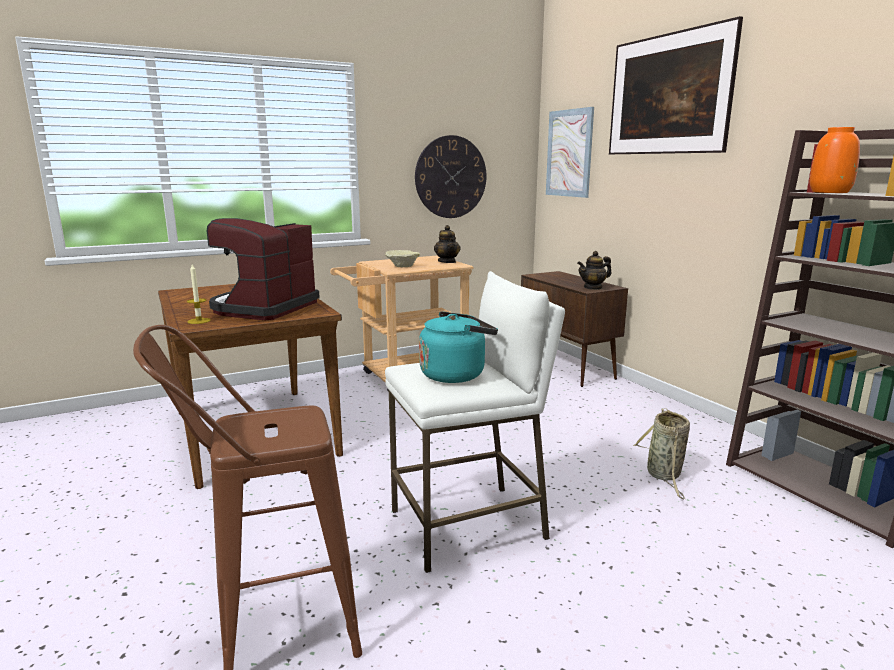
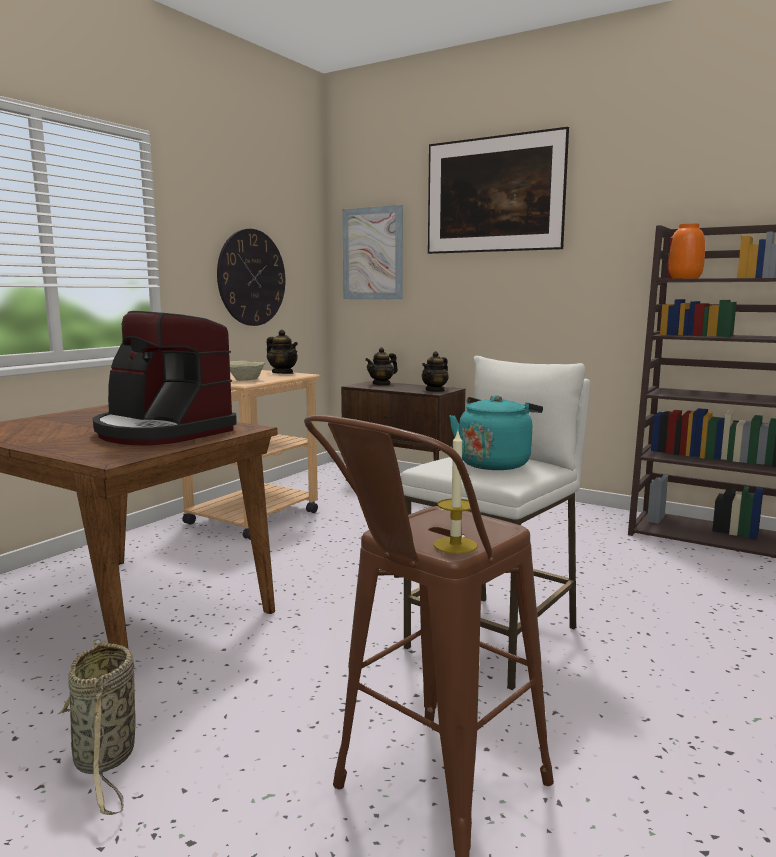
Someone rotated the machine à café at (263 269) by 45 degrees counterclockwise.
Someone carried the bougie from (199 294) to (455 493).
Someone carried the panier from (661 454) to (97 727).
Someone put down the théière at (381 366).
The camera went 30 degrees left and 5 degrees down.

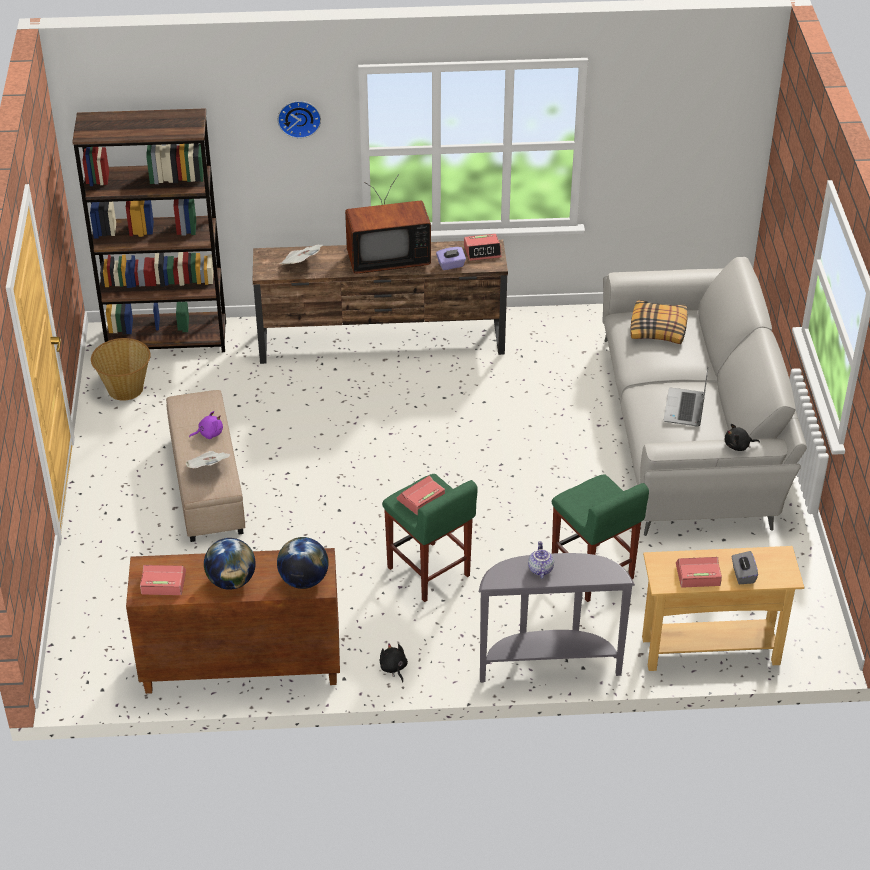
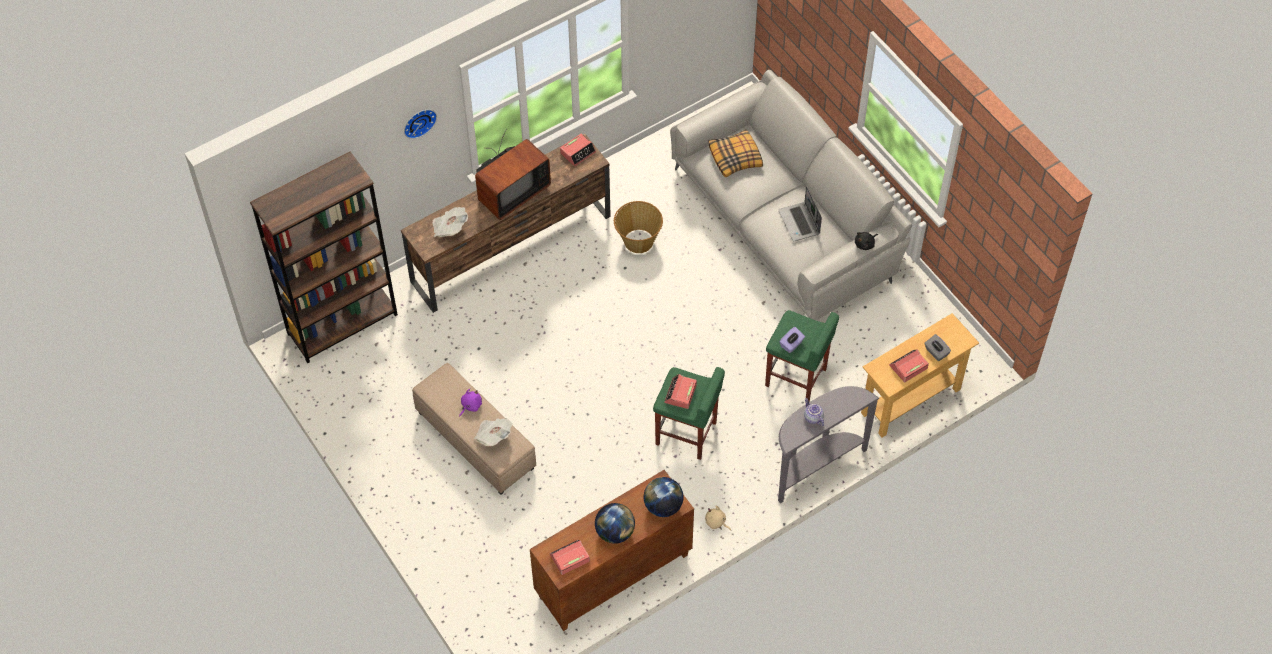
Someone carried the boîte à mouchoirs/violet from (451 258) to (792 340).
Someone carried the panier from (121 369) to (638 227).
Someone repainted the peluche/noir at (394 662), which became the peluche/beige at (718 518).
The camera went 30 degrees left and 15 degrees up.

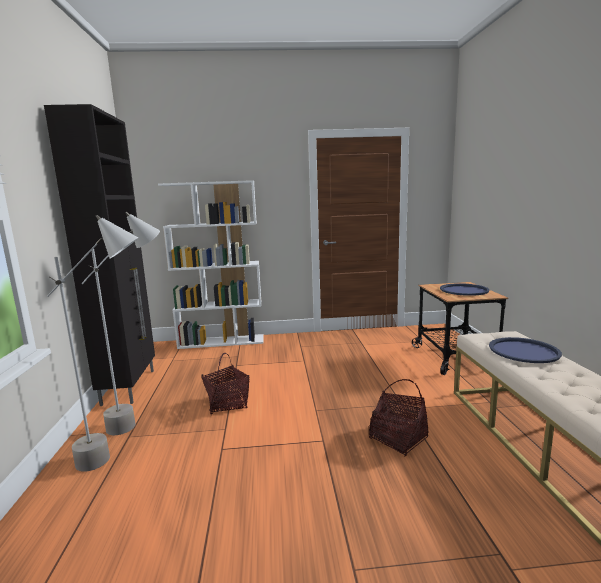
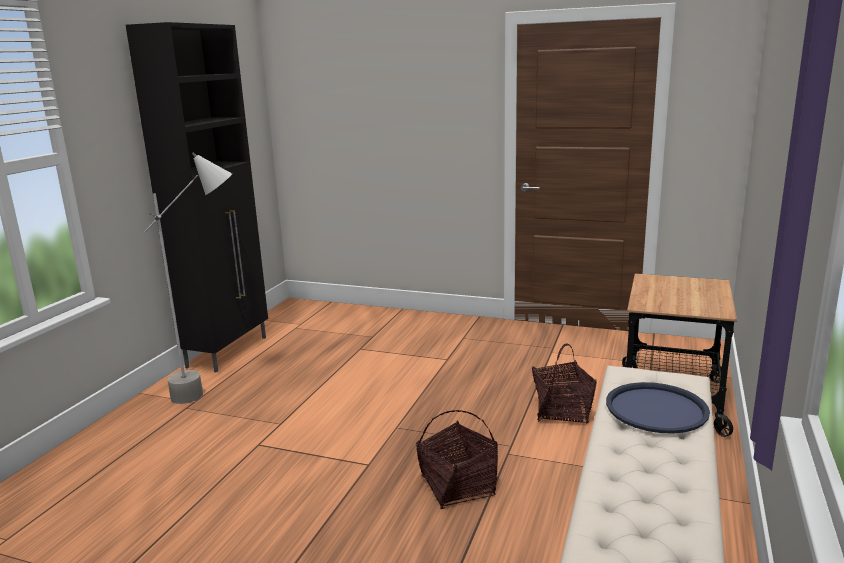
Someone took away the bibliothèque/blanc at (211 264).
Someone took away the lampadaire/gris at (92 343).
Someone took away the plateau/bleu at (464 289).
Someone carried the panier from (225 384) to (564 383).
The camera went 25 degrees right and 5 degrees up.

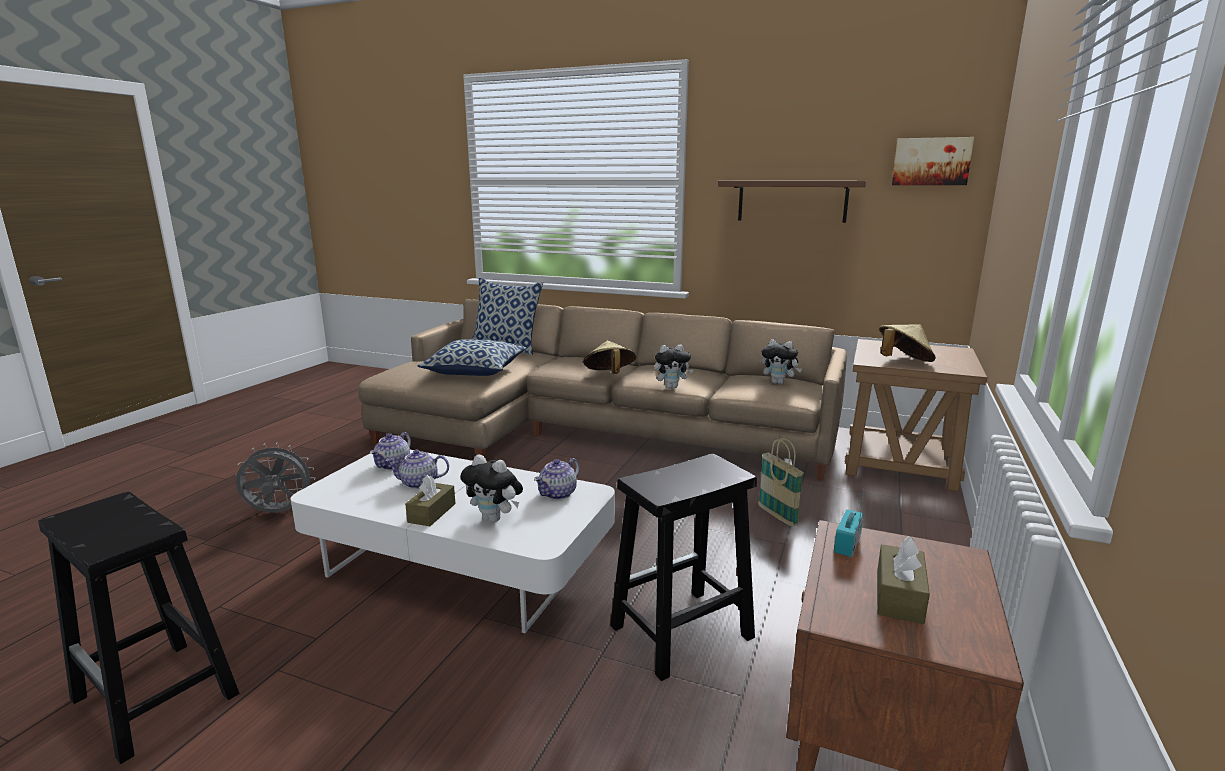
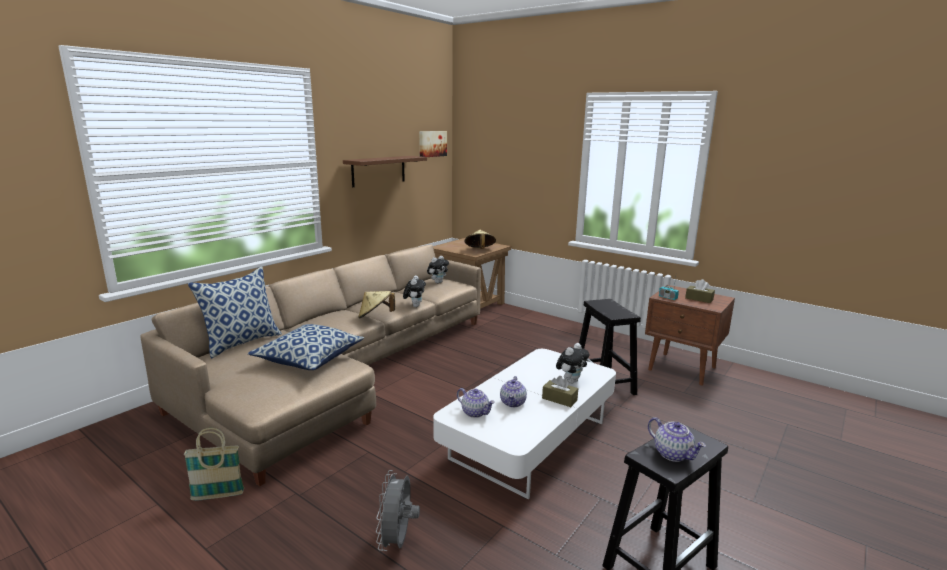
Someone carried the panier from (781 482) to (214 464).
Someone carried the théière from (557 479) to (677 439).
The camera went 75 degrees left and 0 degrees up.

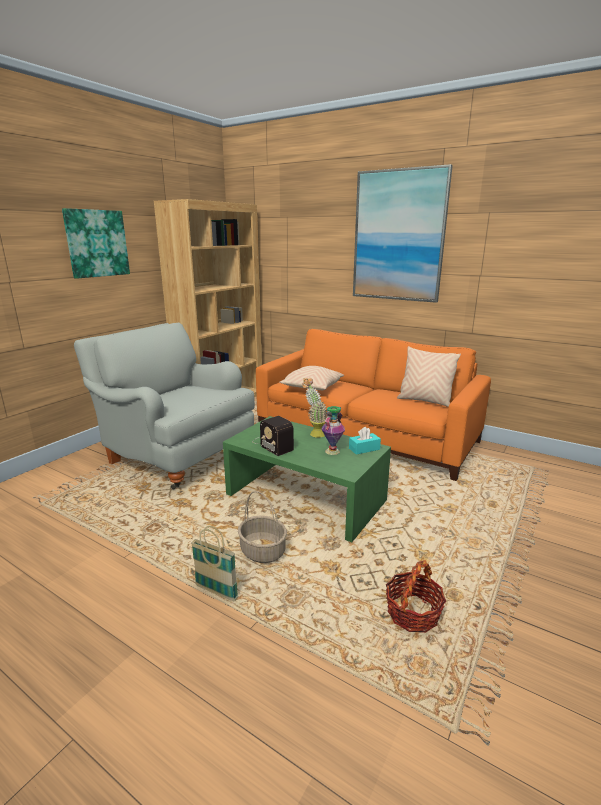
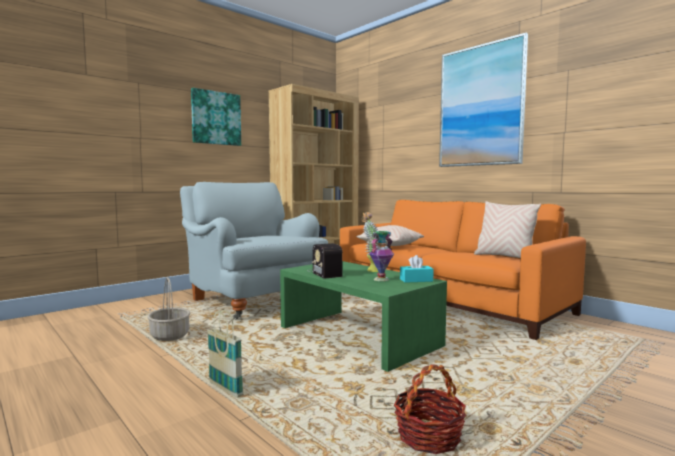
Someone carried the panier from (262 527) to (169 309).
The camera went 15 degrees right and 15 degrees down.

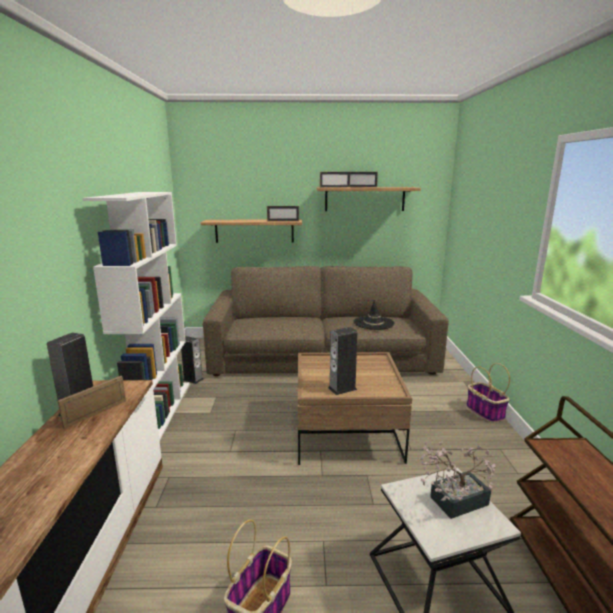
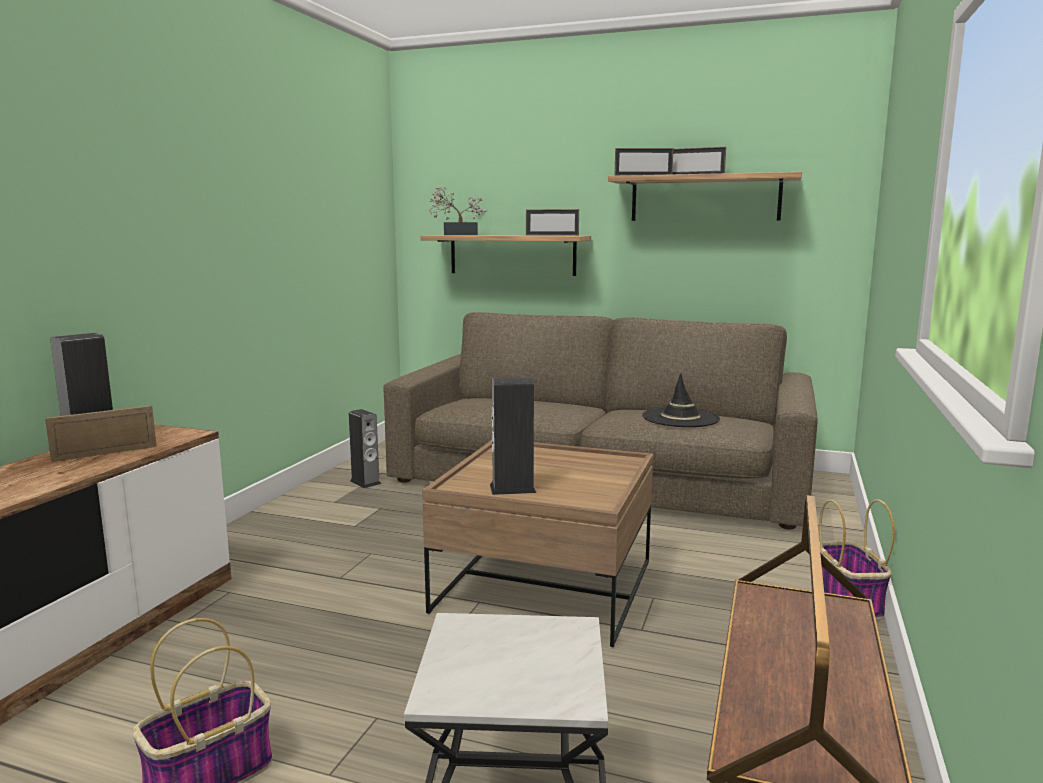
Someone took away the bibliothèque/blanc at (135 316).
Someone carried the plante en pot from (457 480) to (458 210).
The camera went 20 degrees right and 5 degrees down.

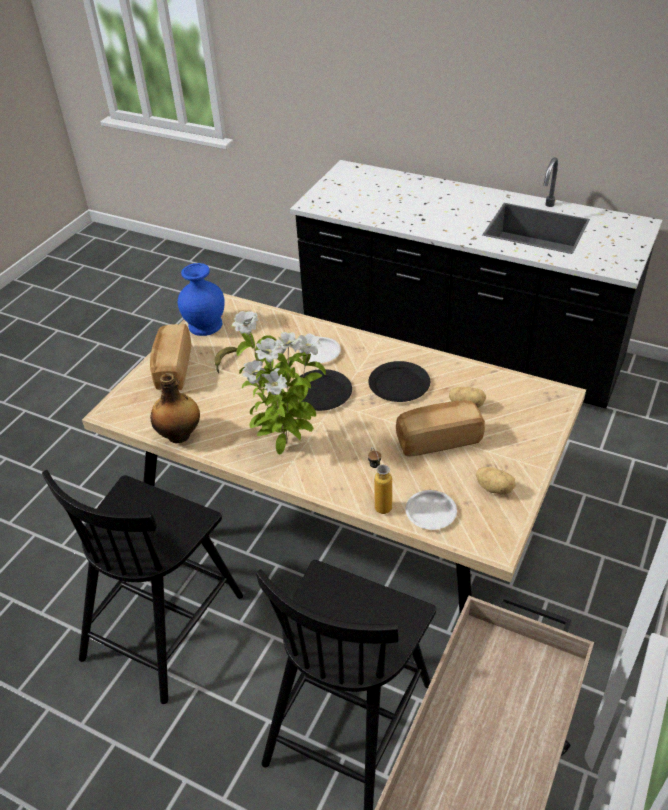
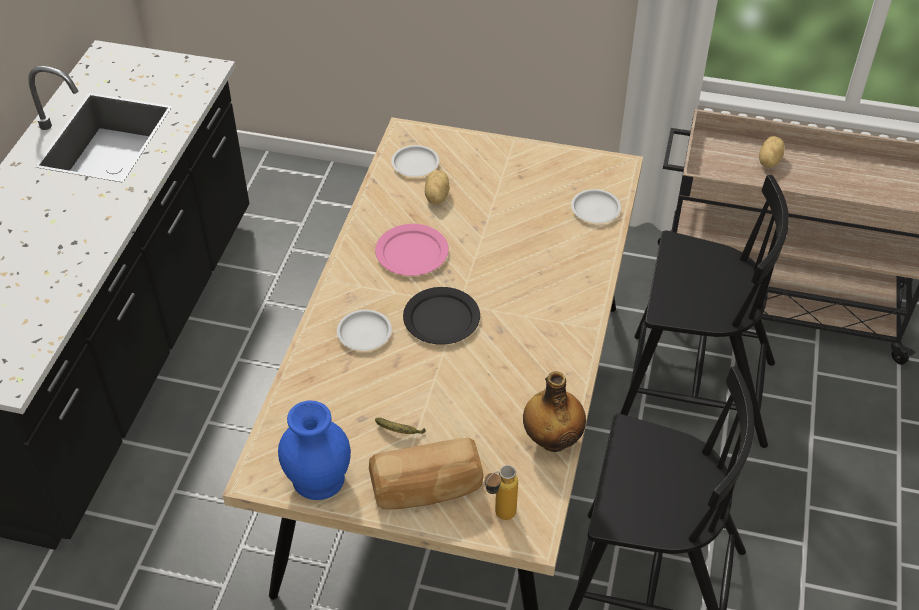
Someone took away the plante en pot at (279 383).
Someone repainted the assiette/noir at (399 381), which became the assiette/rose at (412 250).
Someone took away the pain at (440 428).
Someone carried the bouteille from (380 481) to (501 492).
Someone carried the pomme de terre from (496 481) to (772 152).
Someone put down the assiette/blanc at (415 161).
The camera went 105 degrees left and 5 degrees up.

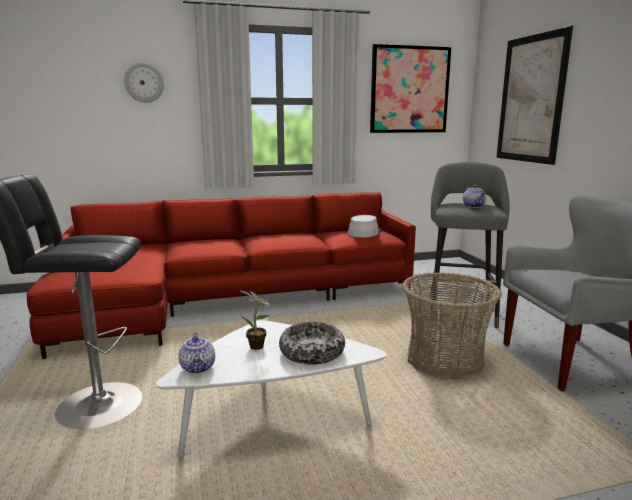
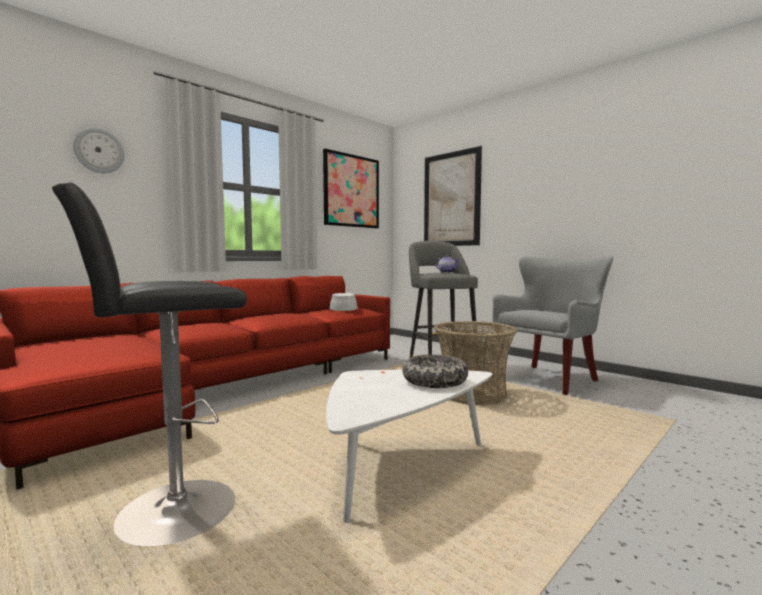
Someone took away the plante en pot at (255 320).
Someone took away the théière at (197 353).
The camera went 30 degrees left and 10 degrees down.

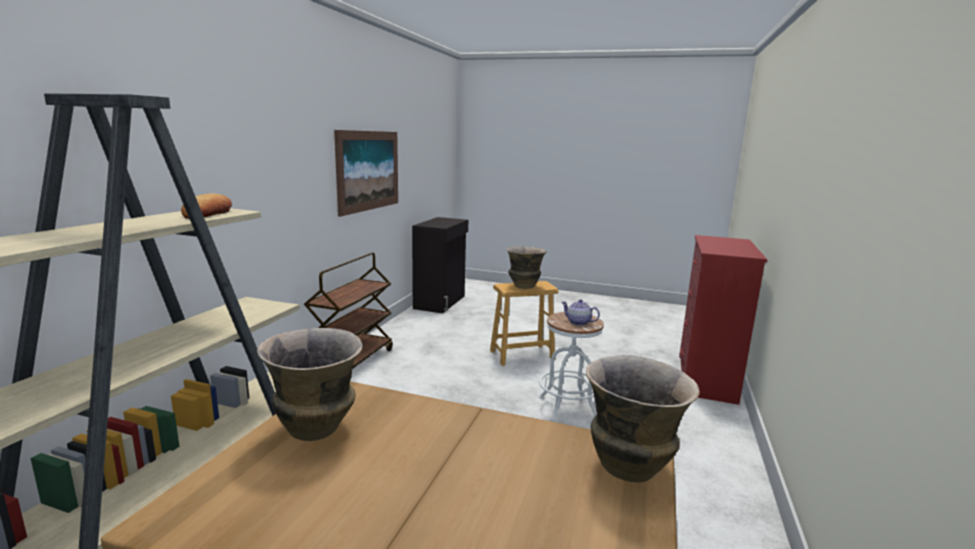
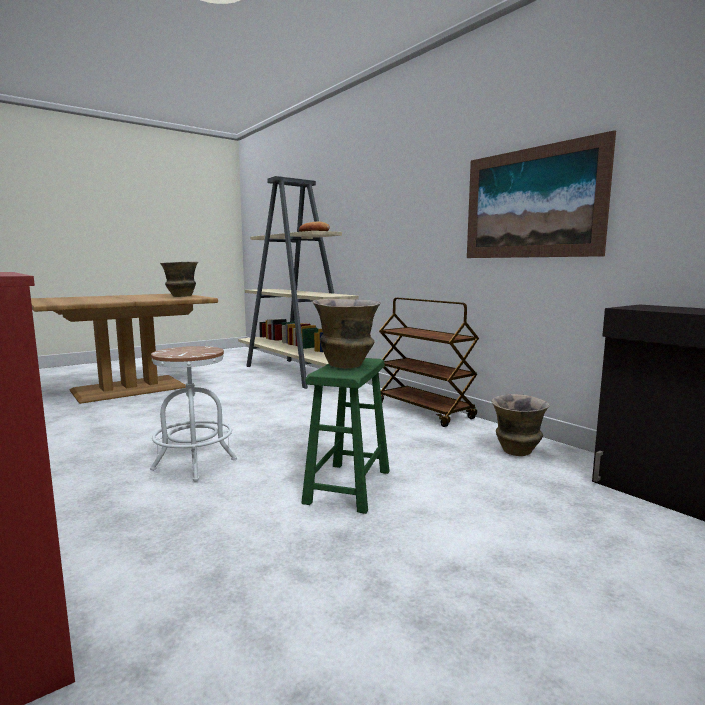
Someone repainted the tabouret/marron at (524 323), which became the tabouret/vert at (345 436).
Someone took away the théière at (580 312).
Someone carried the vase from (643 418) to (520 425).
The camera went 125 degrees right and 5 degrees down.

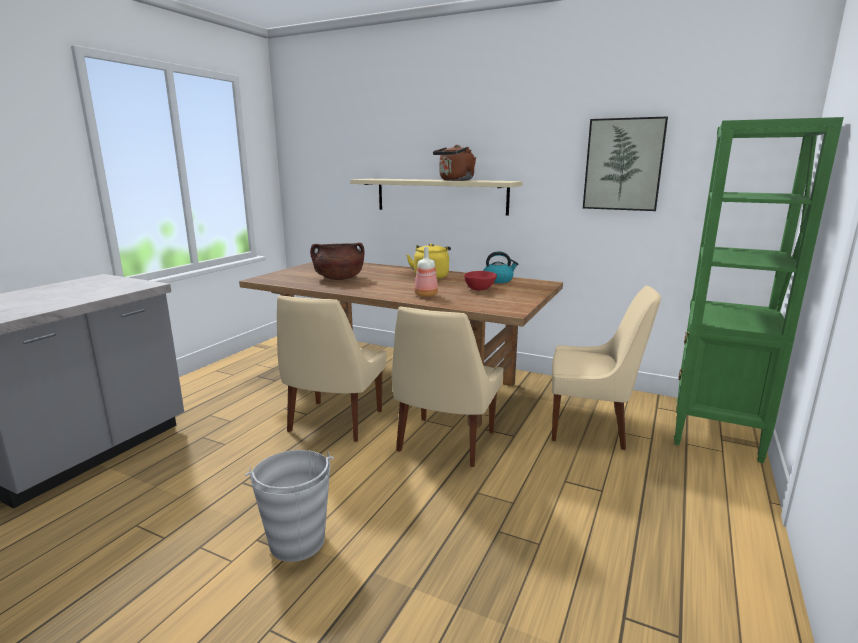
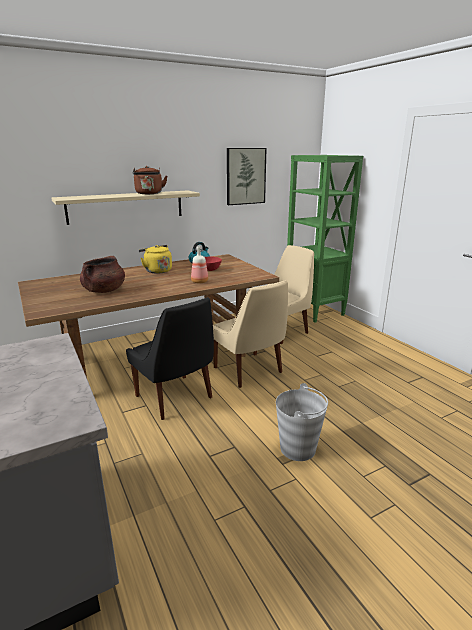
Someone repainted the chaise/beige at (332 368), which became the chaise/noir at (170 358).
The camera went 55 degrees left and 5 degrees up.

